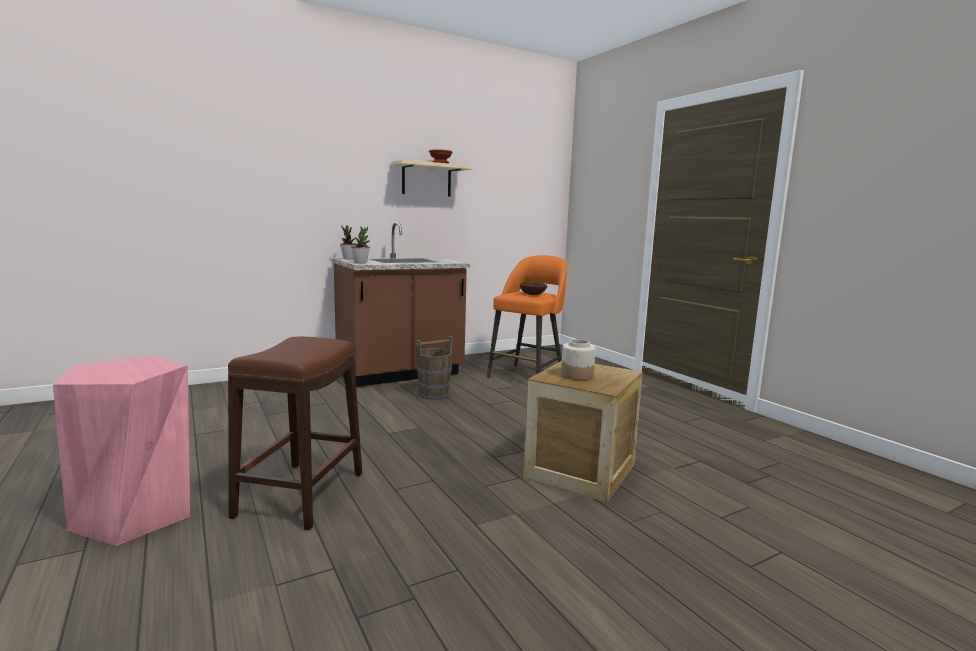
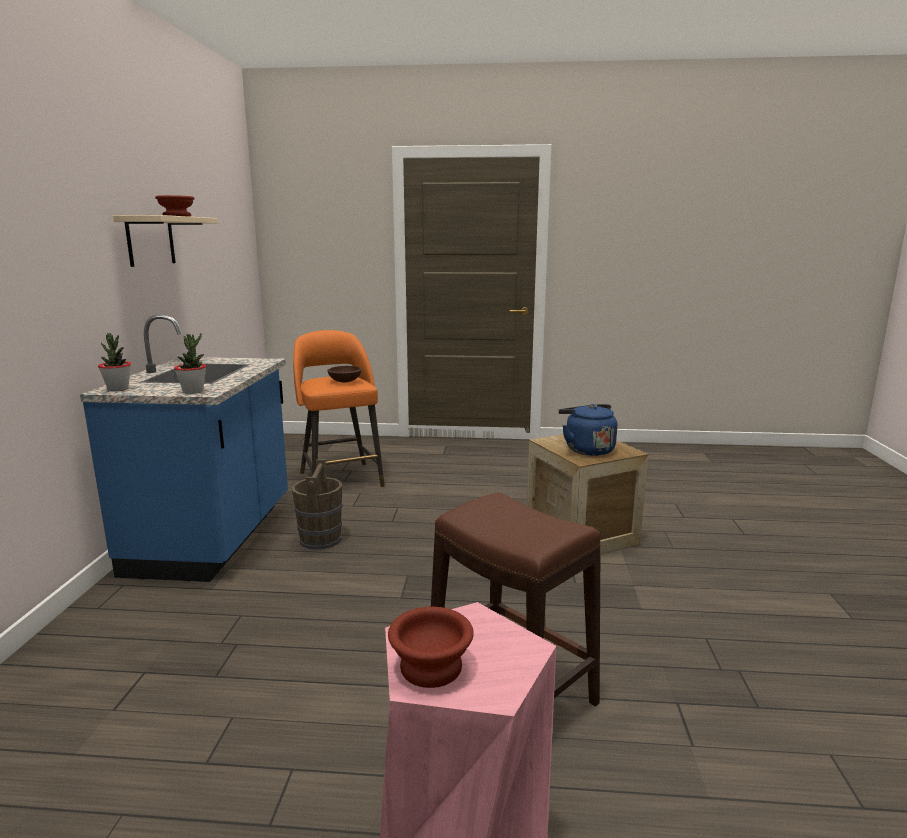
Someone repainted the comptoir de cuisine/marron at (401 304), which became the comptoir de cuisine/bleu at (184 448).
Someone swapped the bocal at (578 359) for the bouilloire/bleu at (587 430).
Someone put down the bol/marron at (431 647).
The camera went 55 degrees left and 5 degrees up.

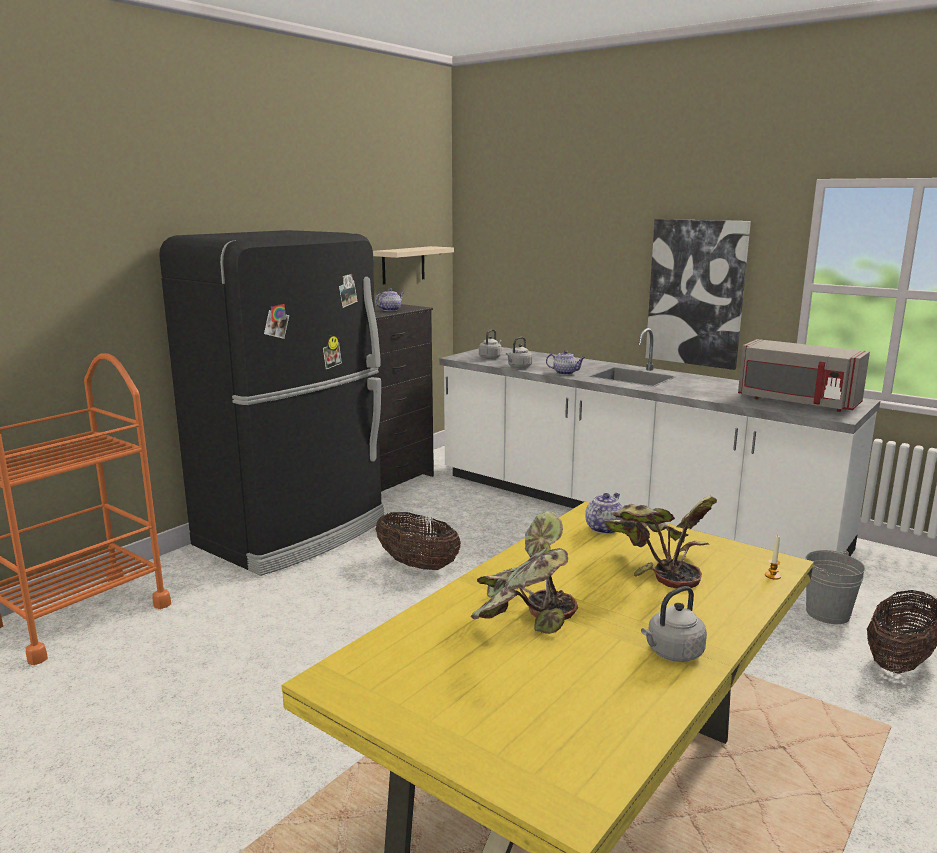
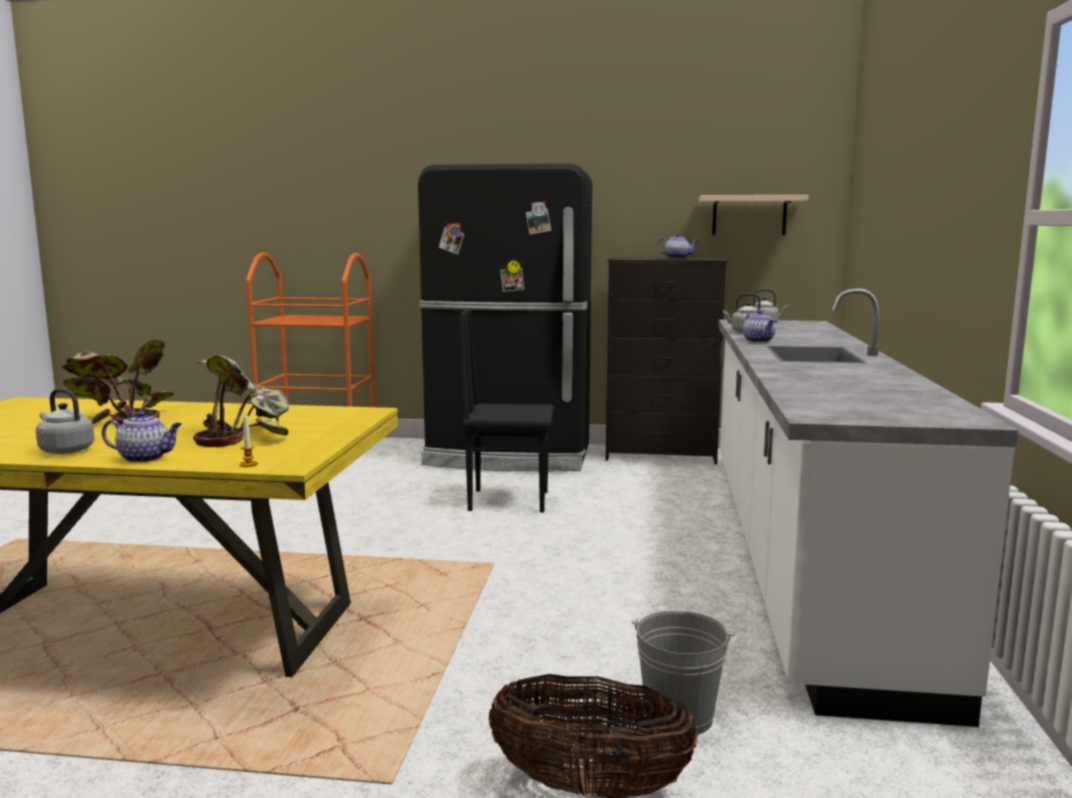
Someone took away the tableau at (698 294).
Someone took away the micro-ondes/gris at (804 375).
Someone carried the théière from (604 513) to (142 437).
Someone swapped the panier at (418 541) for the chaise/noir at (506 410).
The camera went 60 degrees right and 5 degrees down.

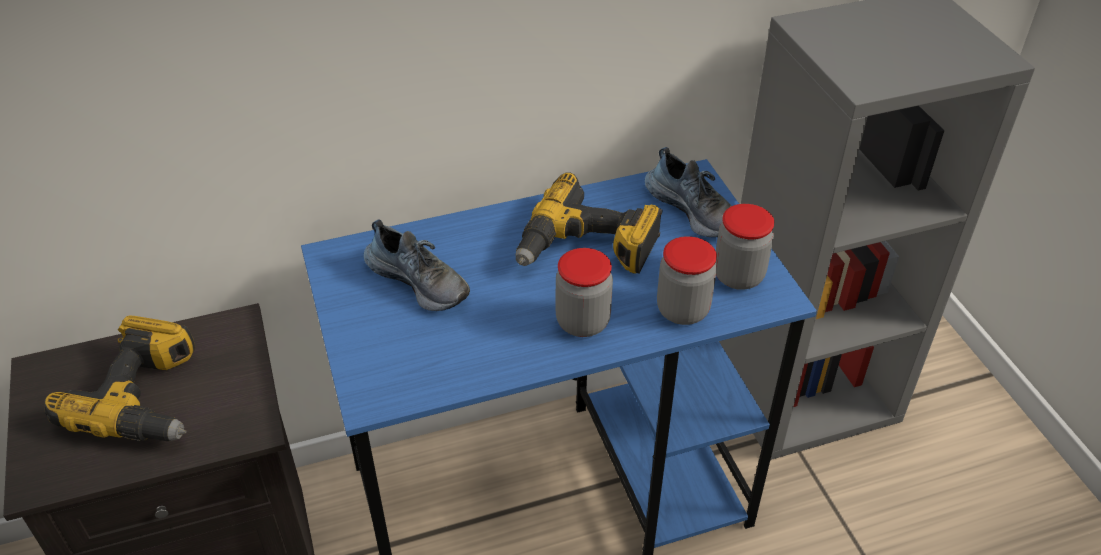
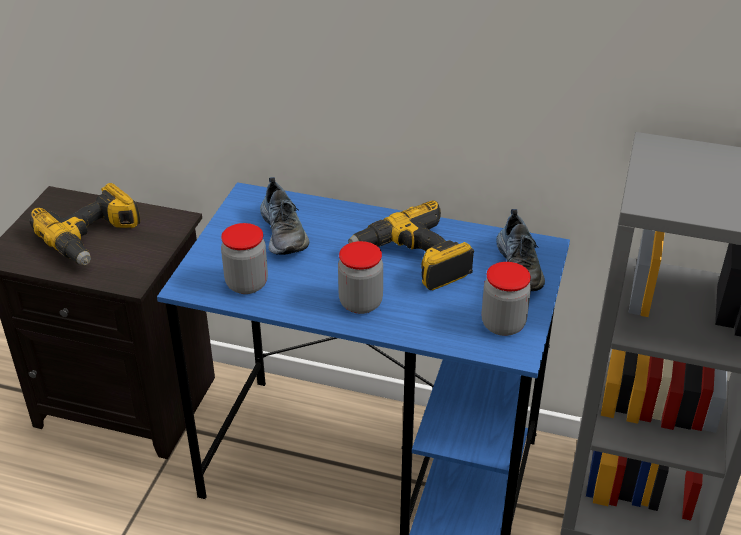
Someone carried the bocal from (687 280) to (244 258).
The camera went 35 degrees right and 5 degrees down.

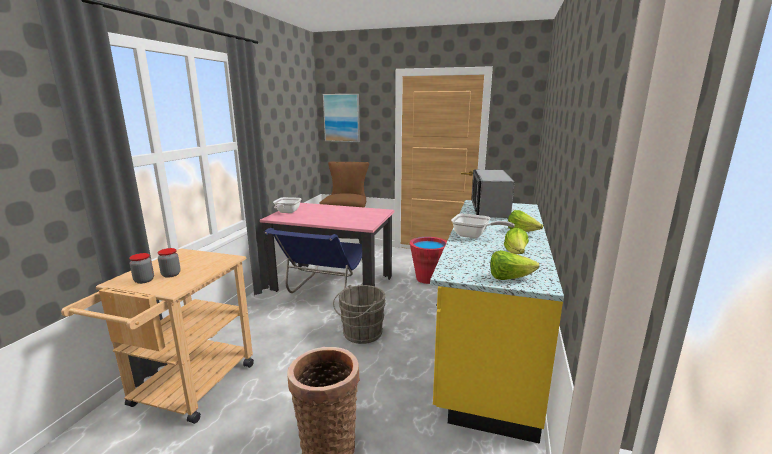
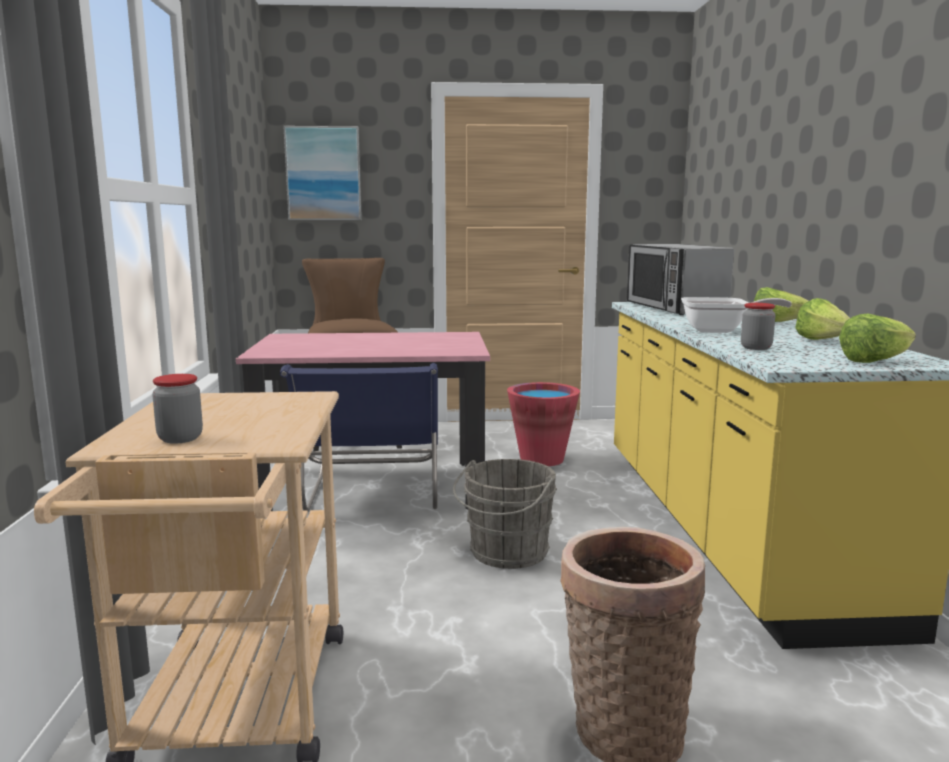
Someone took away the poêle at (287 205).
Someone carried the bocal from (168 263) to (758 326).
The camera went 20 degrees left and 5 degrees down.

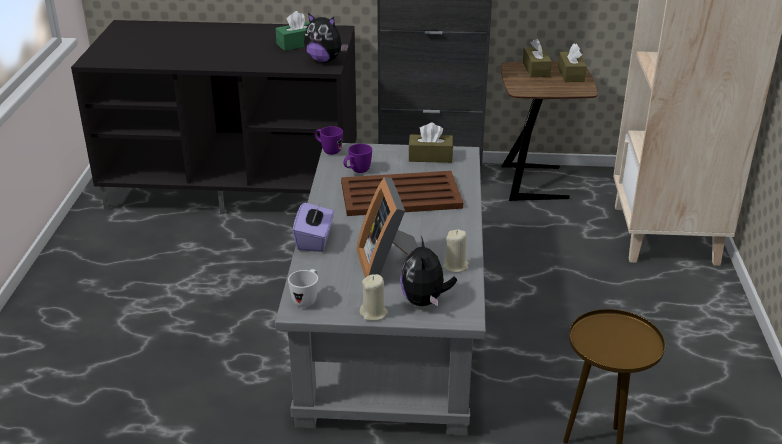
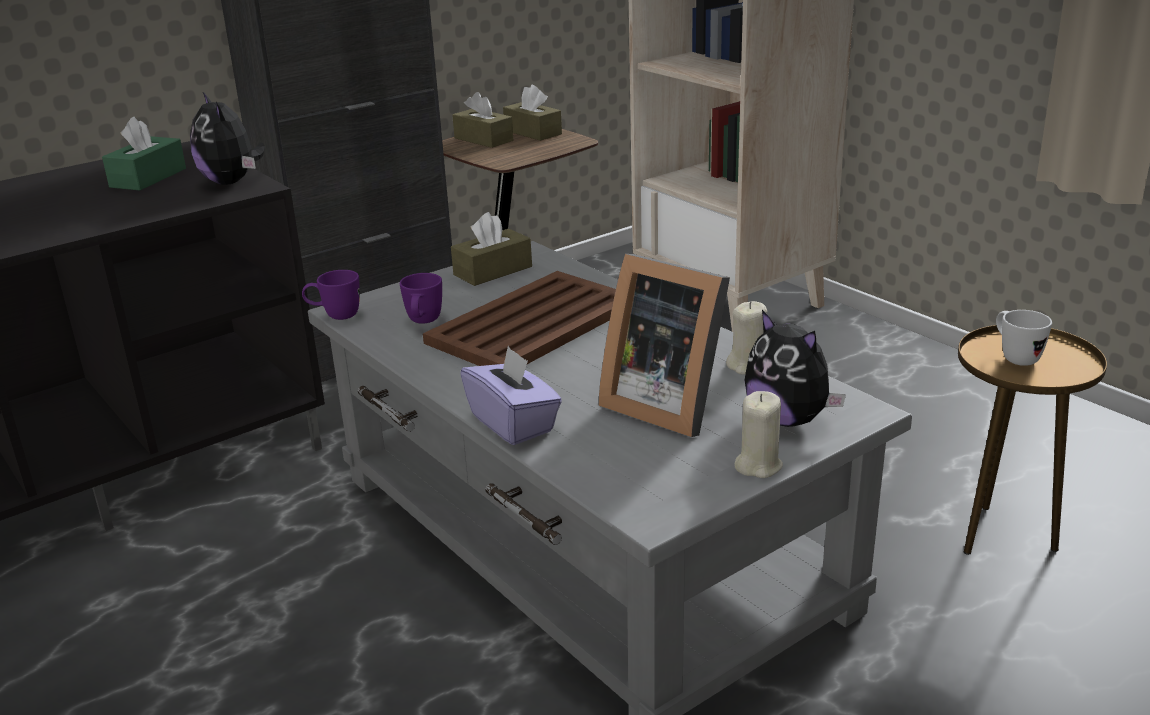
Someone rotated the peluche at (326 38) by 75 degrees clockwise.
Someone carried the mug/blanc from (303 288) to (1024 338).
The camera went 40 degrees left and 5 degrees down.

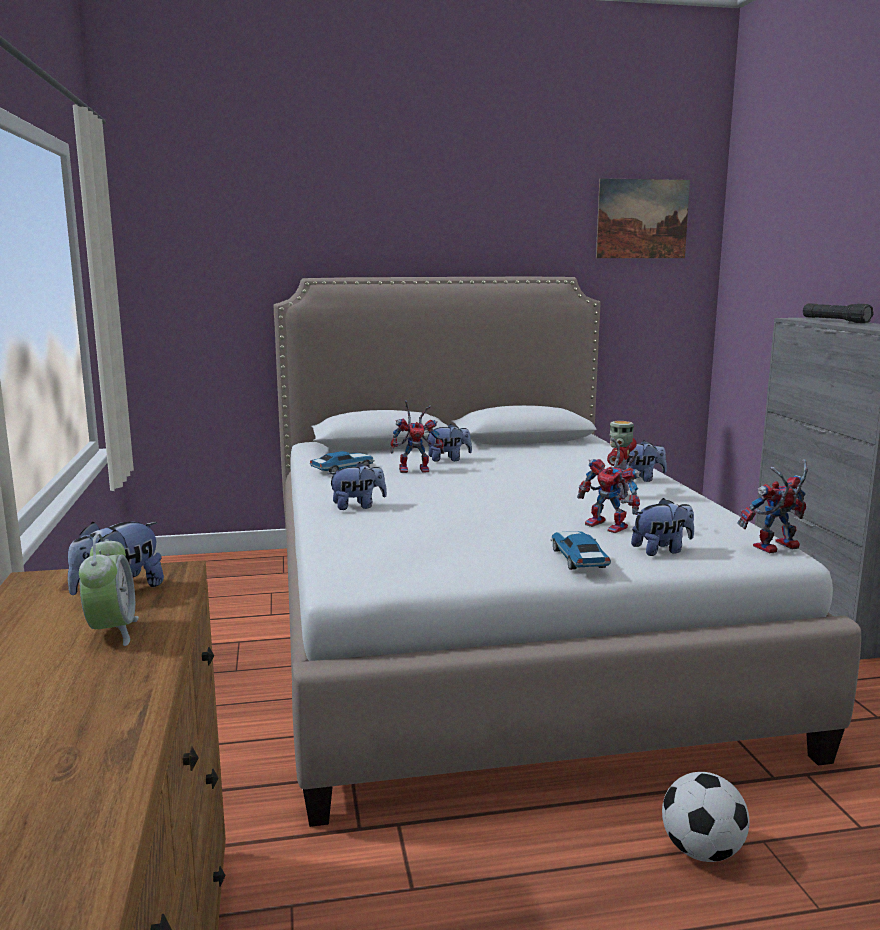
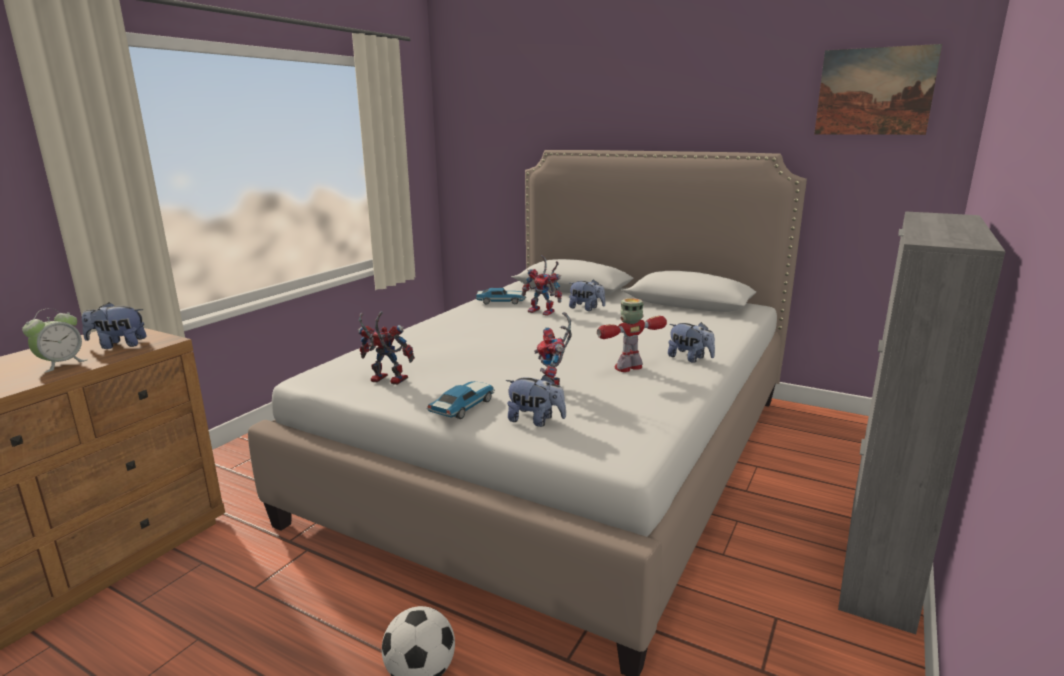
Someone took away the lampe de poche/noir at (838 313).
Someone carried the robot jouet from (773 506) to (386 348).
Someone took away the peluche at (357 486).
The camera went 40 degrees right and 5 degrees up.

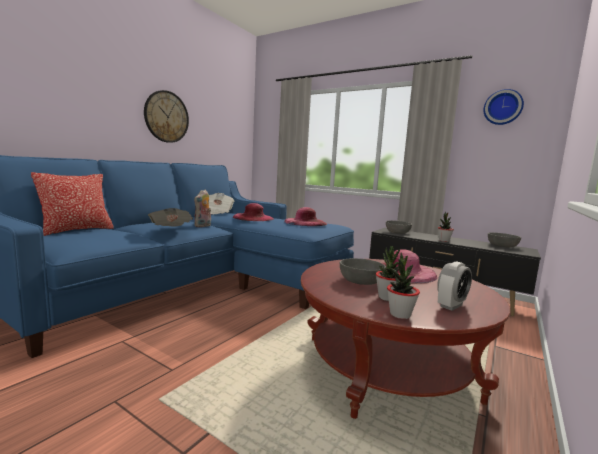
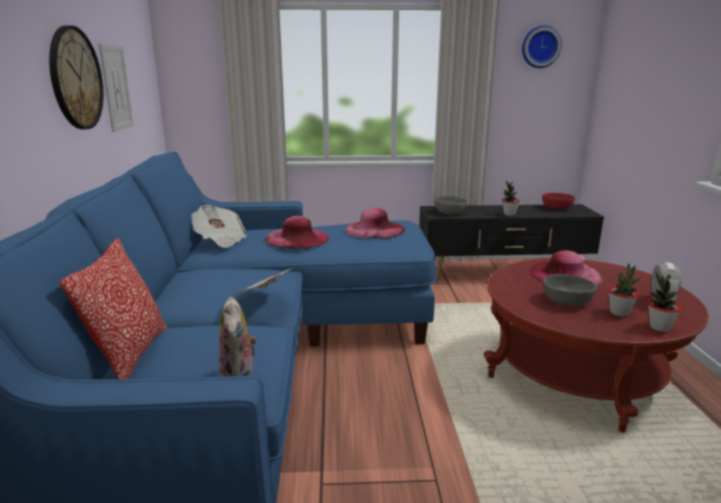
Someone carried the peluche from (202 208) to (238 337).
Someone repainted the bol/gris at (504 240), which became the bol/rouge at (558 201).
Someone put up the tableau at (116 88).
The camera went 35 degrees left and 10 degrees up.

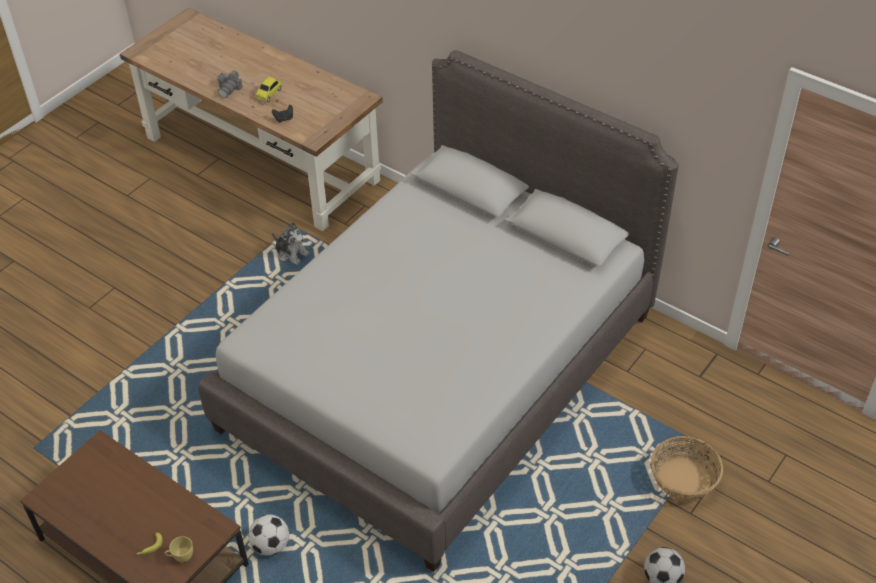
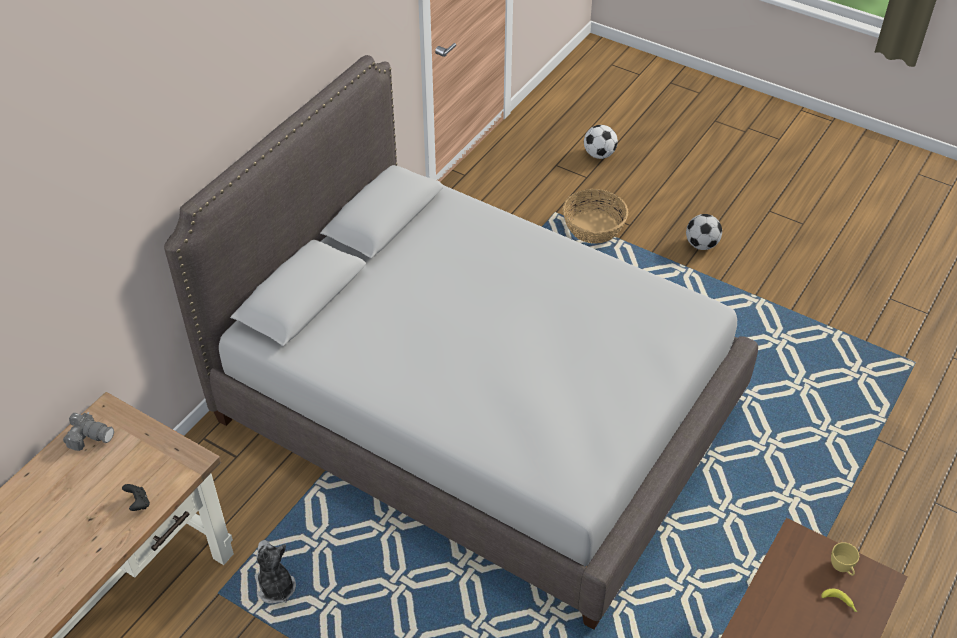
Someone carried the appareil photo from (229 84) to (88 431).
Someone took away the petite voiture at (268 89).
Someone rotated the peluche at (290 243) by 60 degrees counterclockwise.
Someone carried the ballon de foot from (268 535) to (601 142).
The camera went 95 degrees left and 0 degrees up.

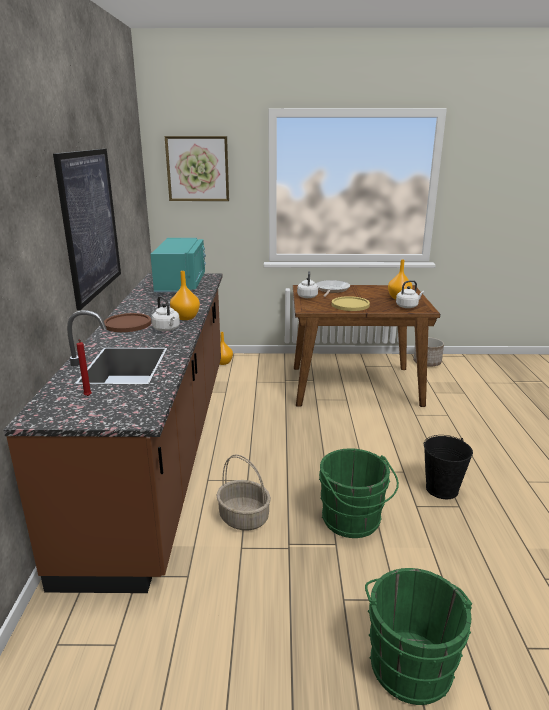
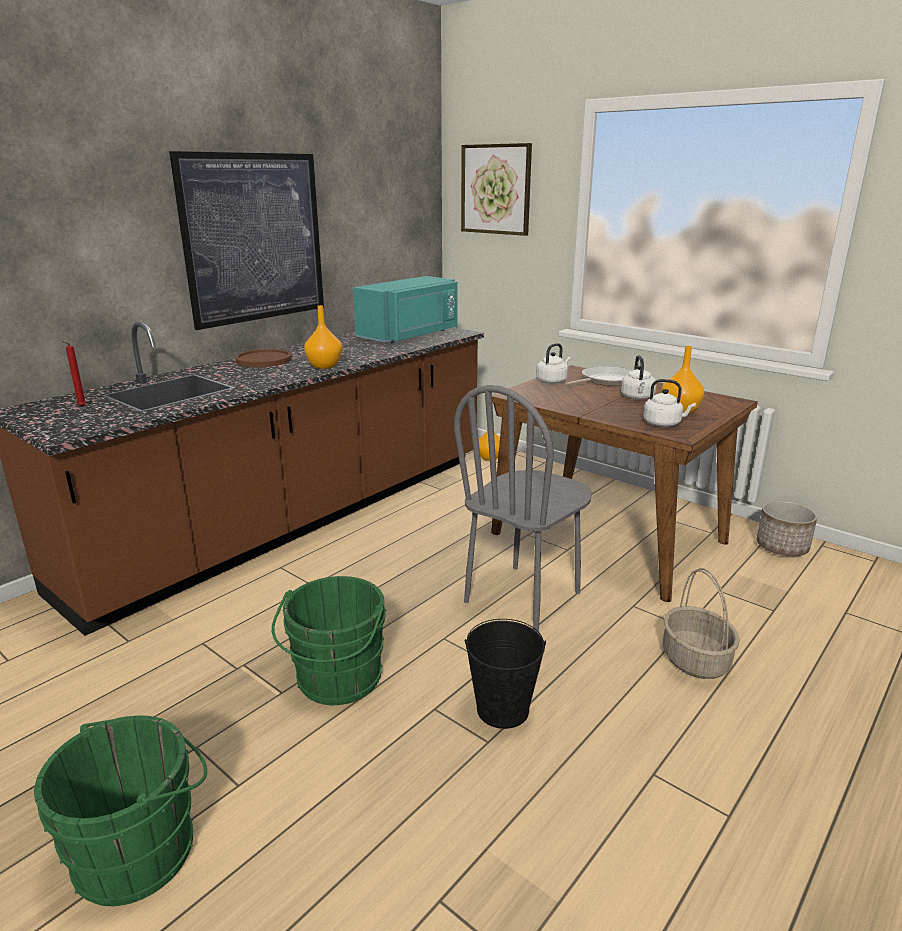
Someone carried the bouilloire/blanc from (166 313) to (639 377).
Someone took away the assiette/jaune at (351 303).
Someone carried the panier from (243 492) to (701 623).
Someone put down the chaise/gris at (523 509).
The camera went 40 degrees right and 0 degrees up.

